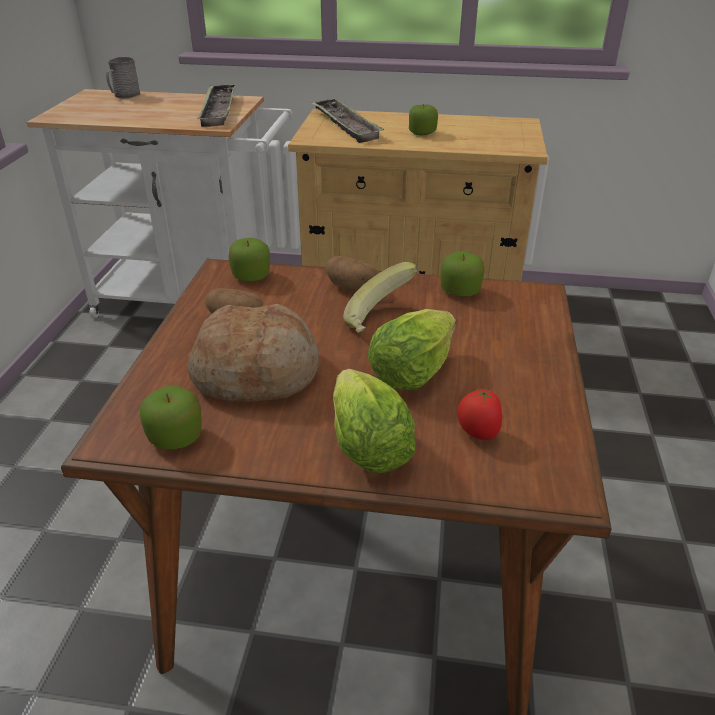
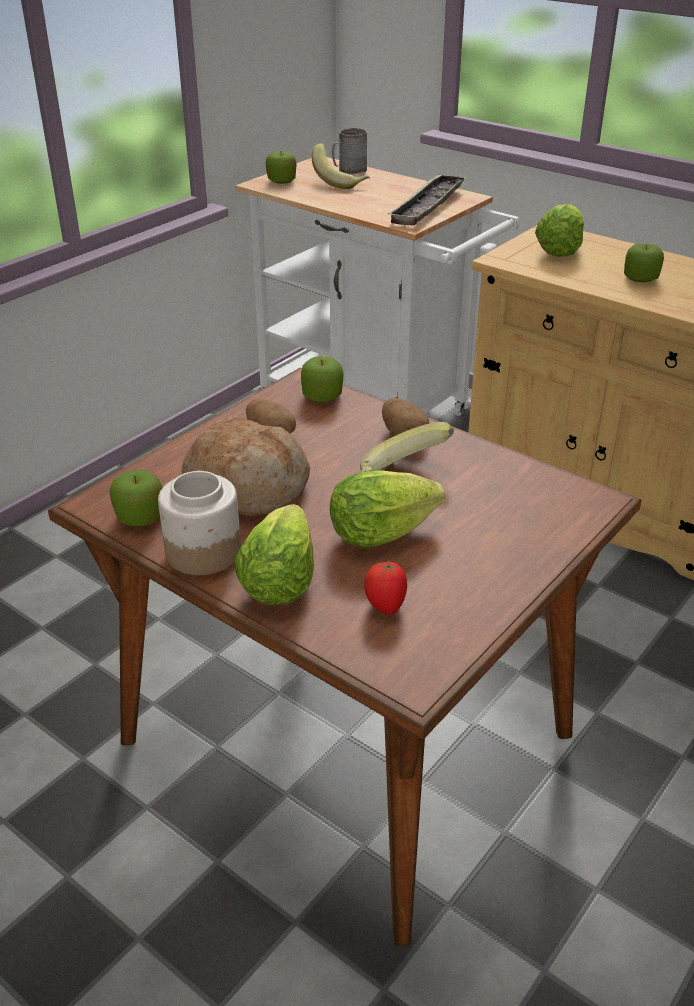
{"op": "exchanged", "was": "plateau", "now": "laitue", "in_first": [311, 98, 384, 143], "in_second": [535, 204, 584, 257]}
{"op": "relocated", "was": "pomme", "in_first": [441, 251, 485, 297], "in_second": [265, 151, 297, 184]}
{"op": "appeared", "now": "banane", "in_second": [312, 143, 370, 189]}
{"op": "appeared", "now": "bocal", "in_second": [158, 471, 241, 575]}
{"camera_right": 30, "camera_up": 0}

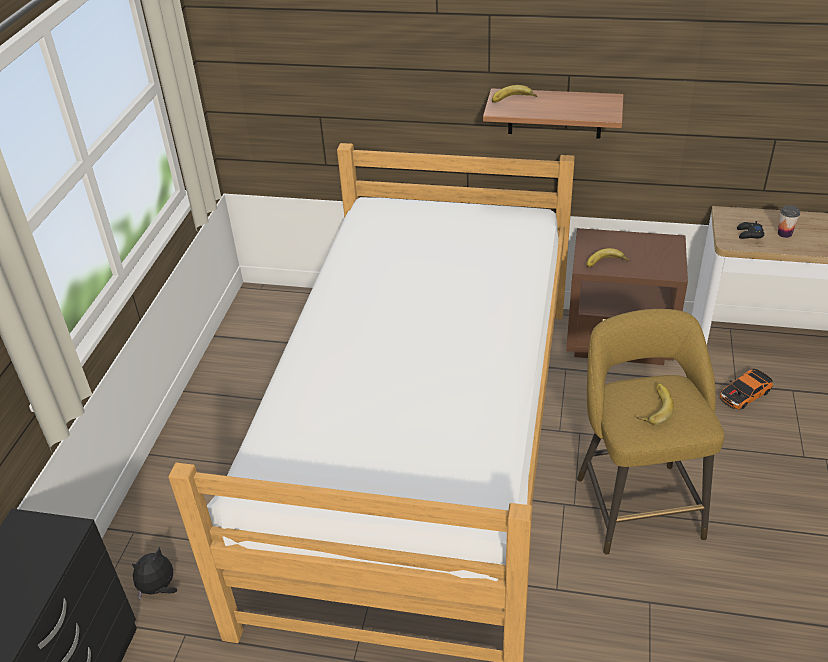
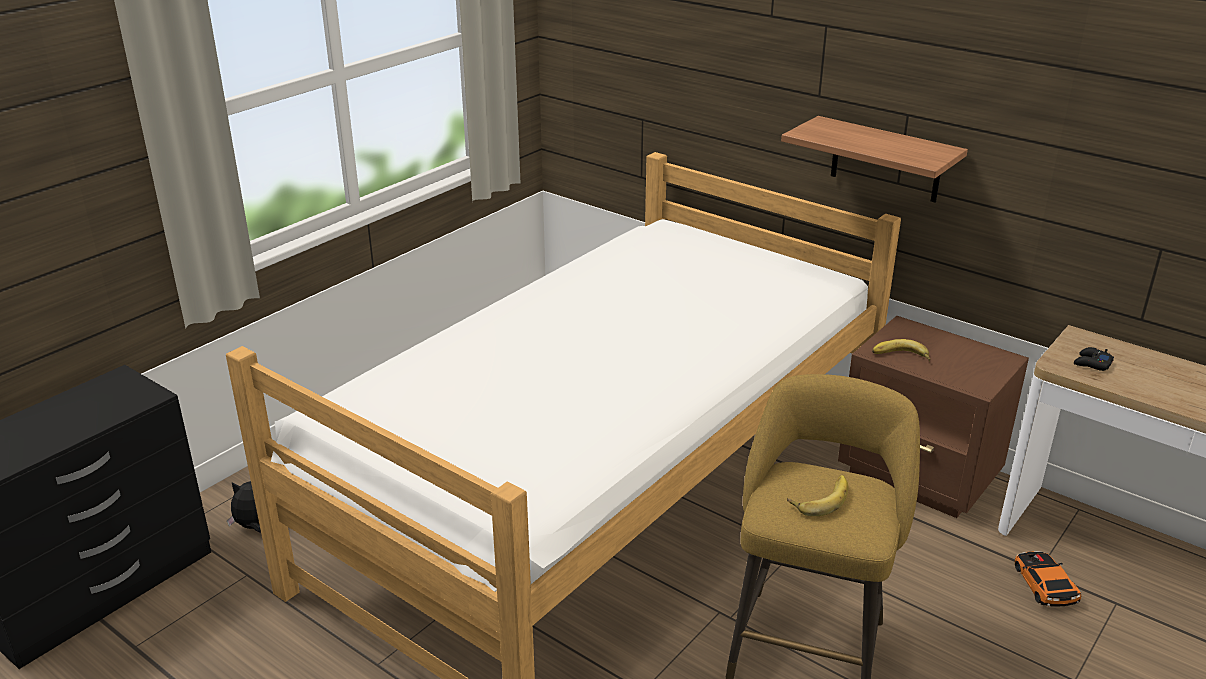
{"op": "missing", "was": "banane", "in_first": [492, 85, 537, 103]}
{"op": "missing", "was": "tasse", "in_first": [778, 205, 800, 238]}
{"op": "spun", "was": "petite voiture", "in_first": [720, 368, 773, 409], "in_second": [1015, 551, 1081, 606], "clockwise": 90}
{"camera_right": 25, "camera_up": -10}

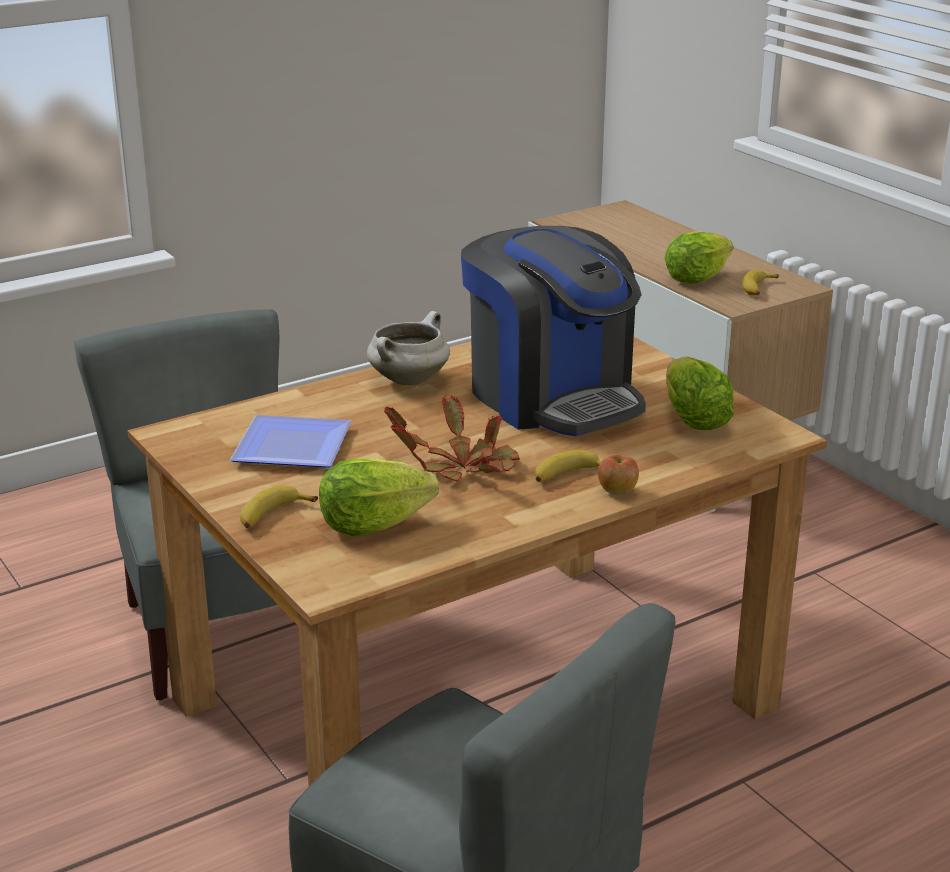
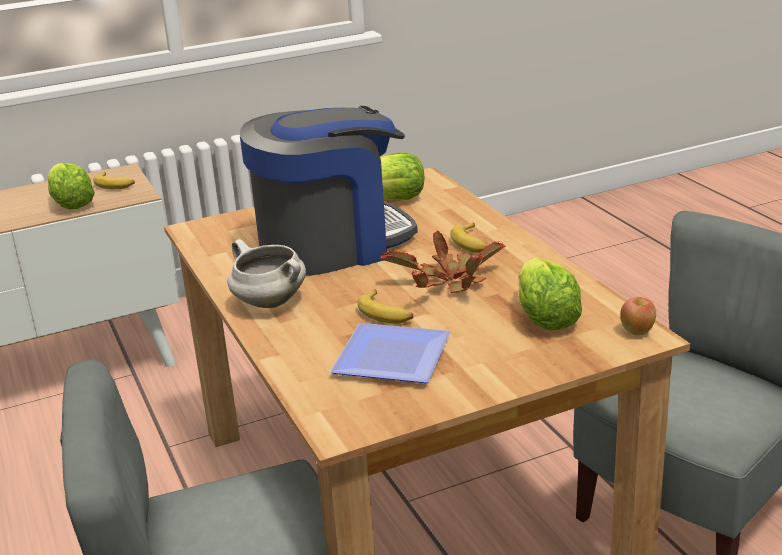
{"op": "relocated", "was": "pomme", "in_first": [598, 453, 639, 495], "in_second": [620, 297, 656, 336]}
{"op": "relocated", "was": "banane", "in_first": [240, 486, 318, 528], "in_second": [357, 290, 413, 324]}
{"camera_right": -80, "camera_up": 0}

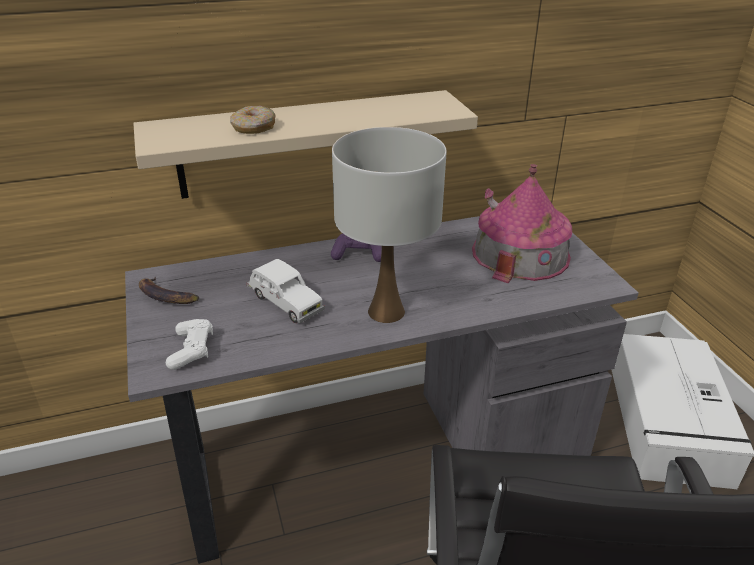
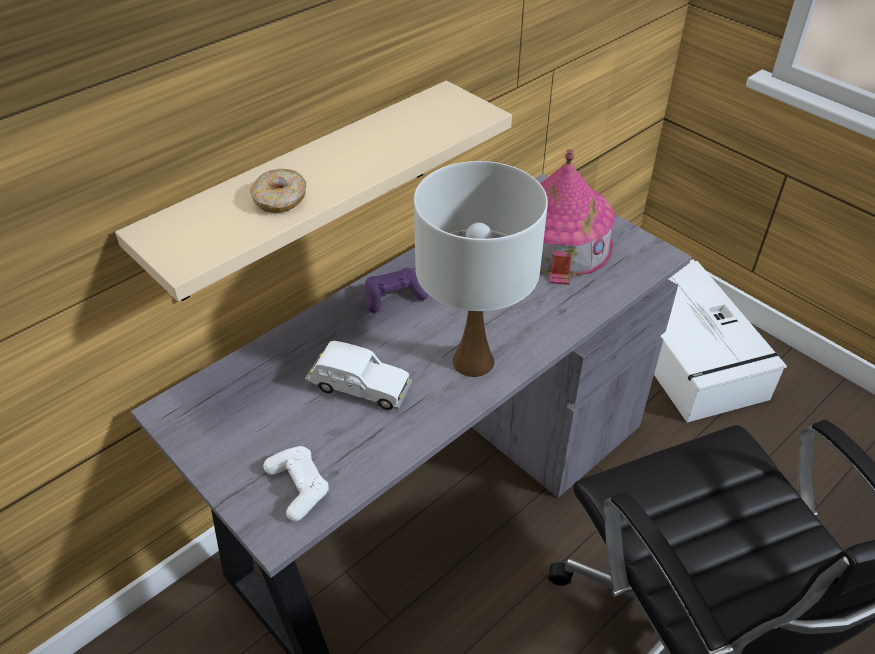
{"op": "missing", "was": "banane", "in_first": [139, 277, 199, 304]}
{"camera_right": -25, "camera_up": 10}

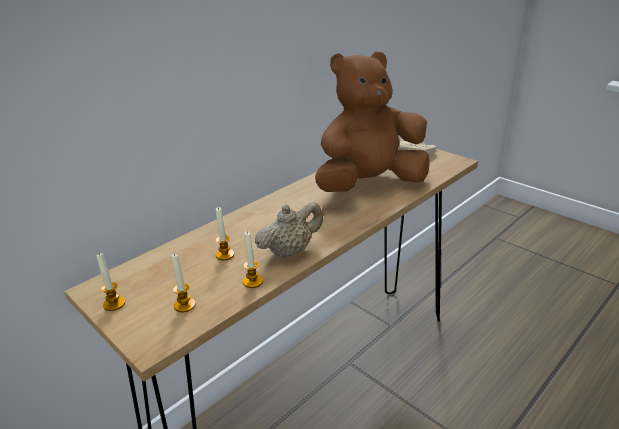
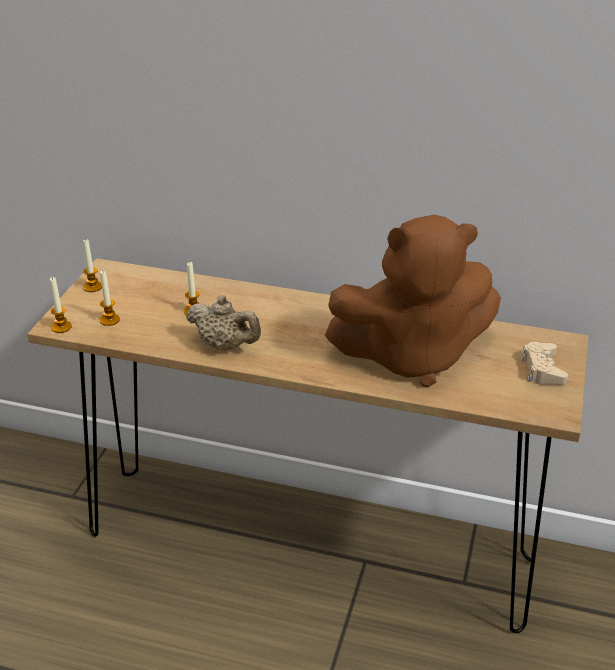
{"op": "spun", "was": "peluche/marron", "in_first": [315, 51, 430, 192], "in_second": [325, 215, 501, 388], "clockwise": 135}
{"op": "relocated", "was": "bougie", "in_first": [243, 232, 263, 288], "in_second": [50, 277, 72, 333]}
{"camera_right": 60, "camera_up": 5}

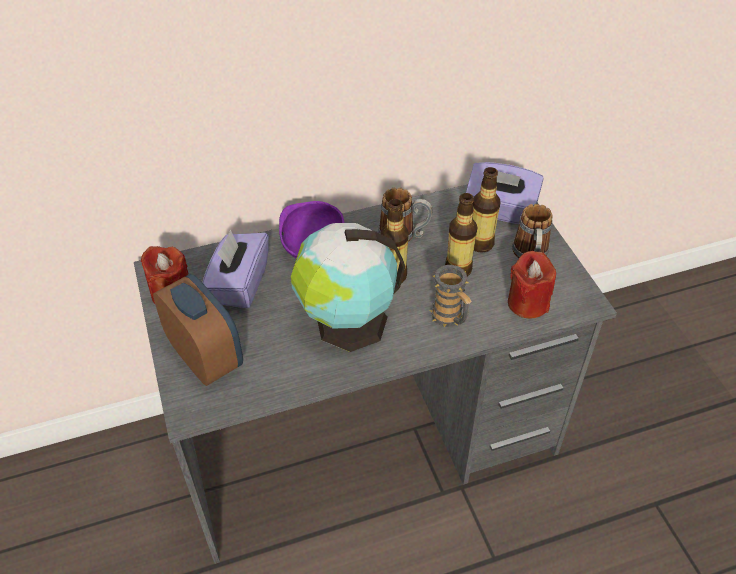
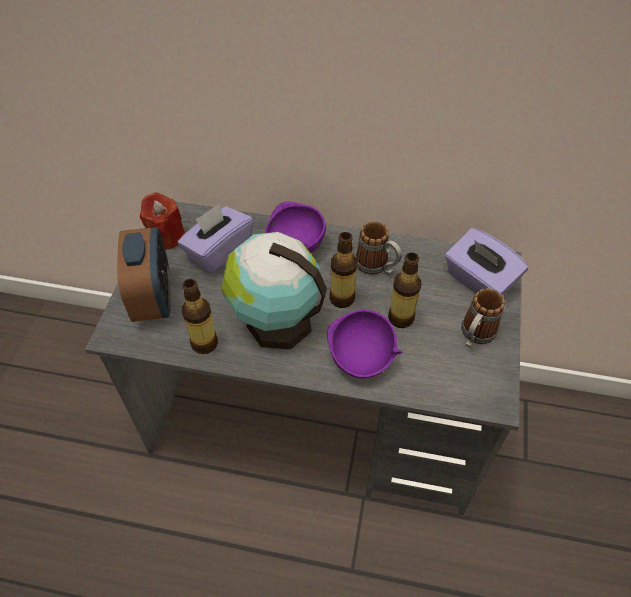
{"op": "relocated", "was": "bouteille", "in_first": [472, 167, 500, 253], "in_second": [182, 279, 218, 354]}
{"op": "missing", "was": "bougie/rouge", "in_first": [508, 251, 556, 318]}
{"op": "exchanged", "was": "mug", "now": "bol/violet", "in_first": [429, 265, 472, 327], "in_second": [327, 310, 402, 379]}
{"camera_right": 30, "camera_up": 5}

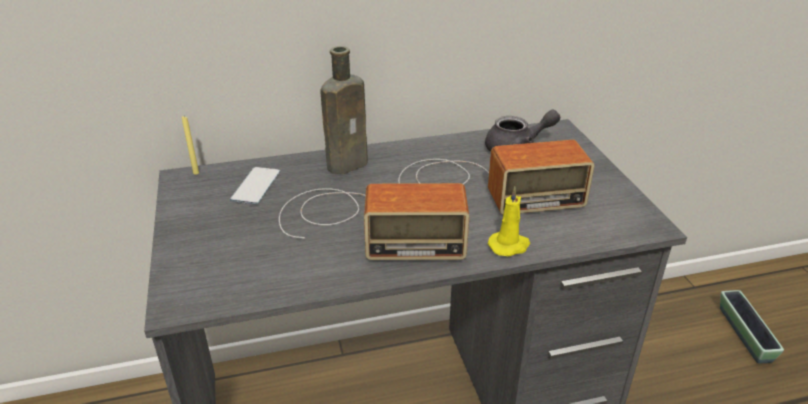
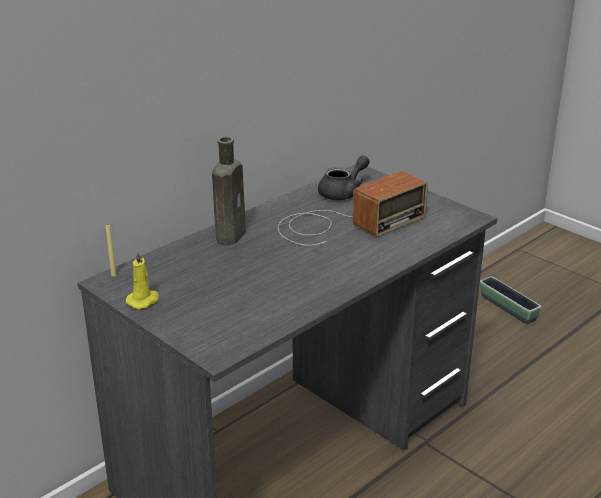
{"op": "missing", "was": "téléphone", "in_first": [230, 167, 280, 205]}
{"op": "missing", "was": "radio", "in_first": [279, 183, 469, 260]}
{"op": "relocated", "was": "bougie/jaune", "in_first": [488, 187, 530, 257], "in_second": [126, 251, 159, 309]}
{"camera_right": -30, "camera_up": -5}

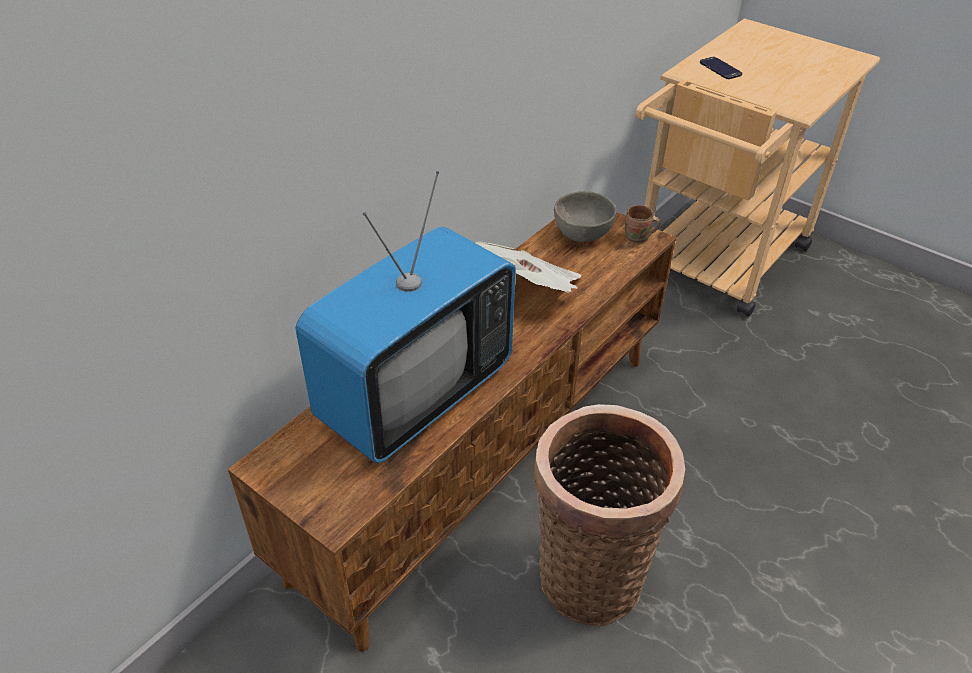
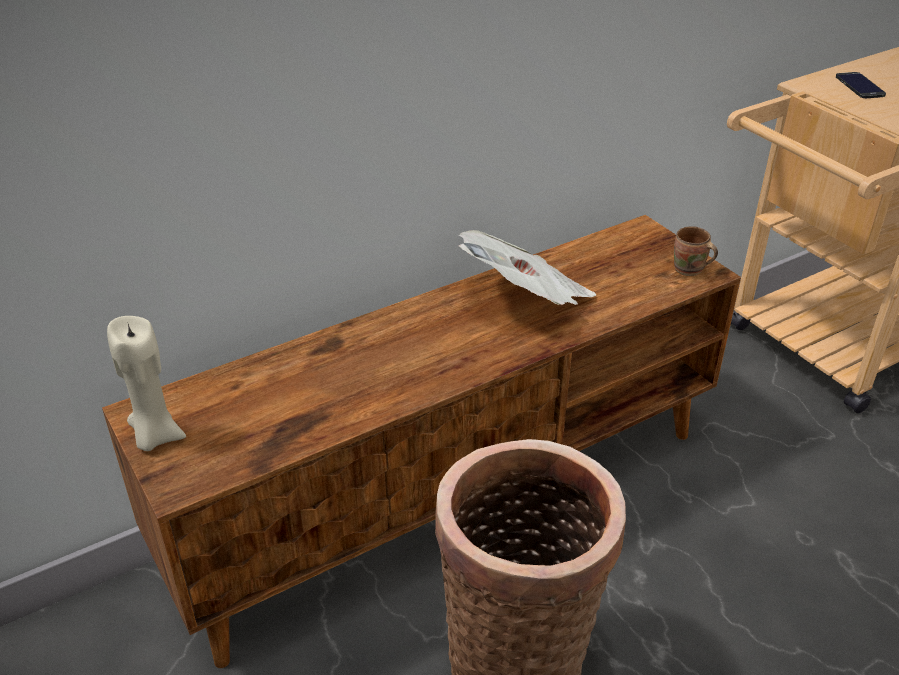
{"op": "missing", "was": "téléviseur", "in_first": [296, 171, 516, 463]}
{"op": "missing", "was": "bol/gris", "in_first": [554, 191, 617, 242]}
{"op": "appeared", "now": "bougie/beige", "in_second": [107, 316, 186, 451]}
{"camera_right": 20, "camera_up": -5}

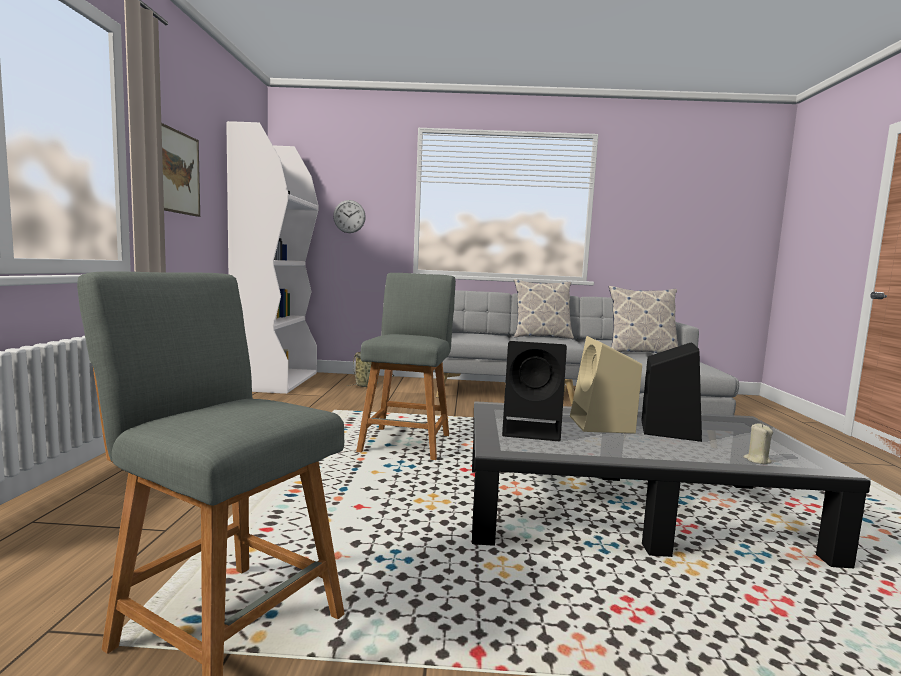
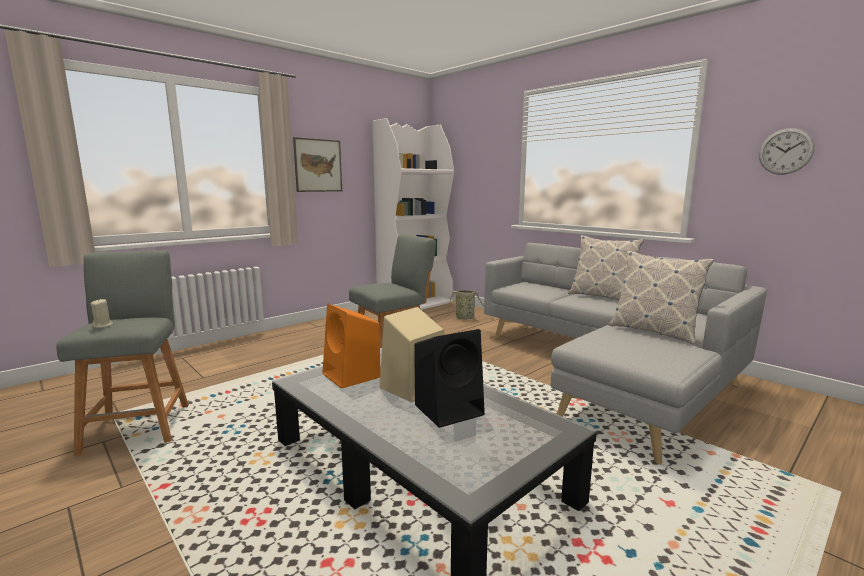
{"op": "relocated", "was": "horloge murale", "in_first": [333, 200, 366, 233], "in_second": [759, 128, 815, 175]}
{"op": "colour", "was": "enceinte/noir", "now": "enceinte/orange", "in_first": [502, 341, 567, 441], "in_second": [322, 304, 381, 389]}
{"op": "relocated", "was": "bougie/beige", "in_first": [743, 423, 773, 464], "in_second": [91, 299, 113, 328]}
{"camera_right": 45, "camera_up": 5}

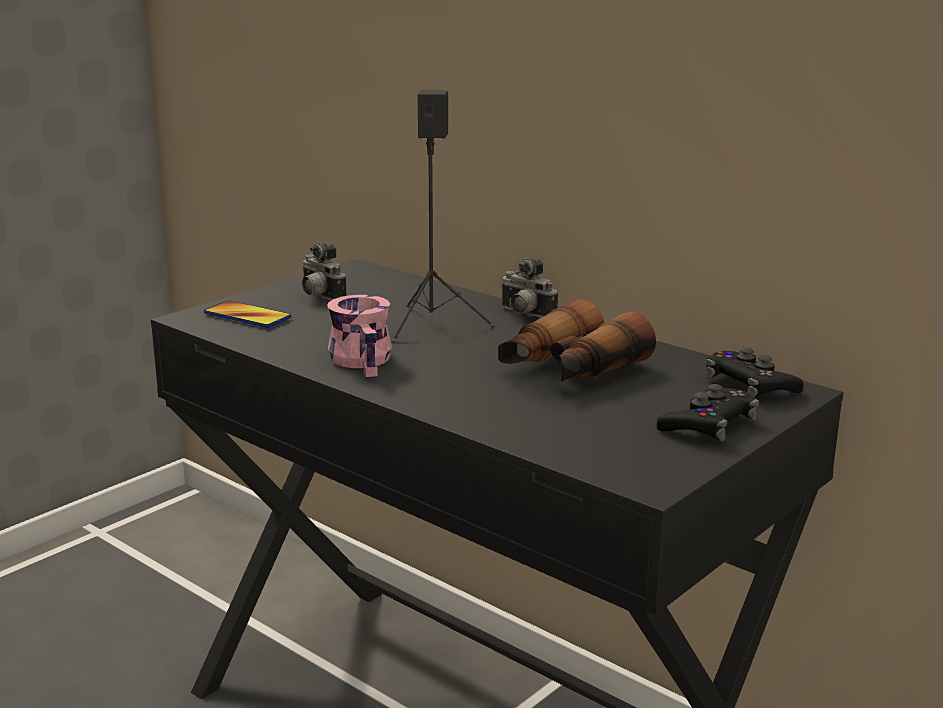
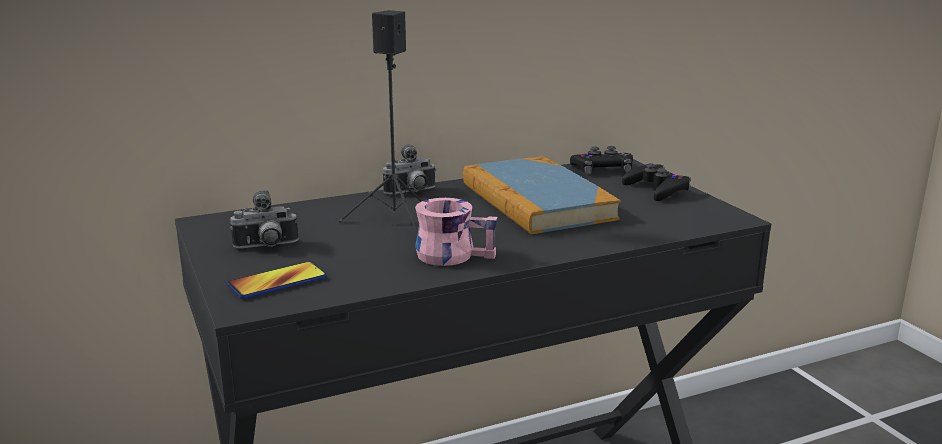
{"op": "exchanged", "was": "jumelles", "now": "livre", "in_first": [498, 298, 656, 382], "in_second": [463, 156, 621, 234]}
{"camera_right": -65, "camera_up": 0}

